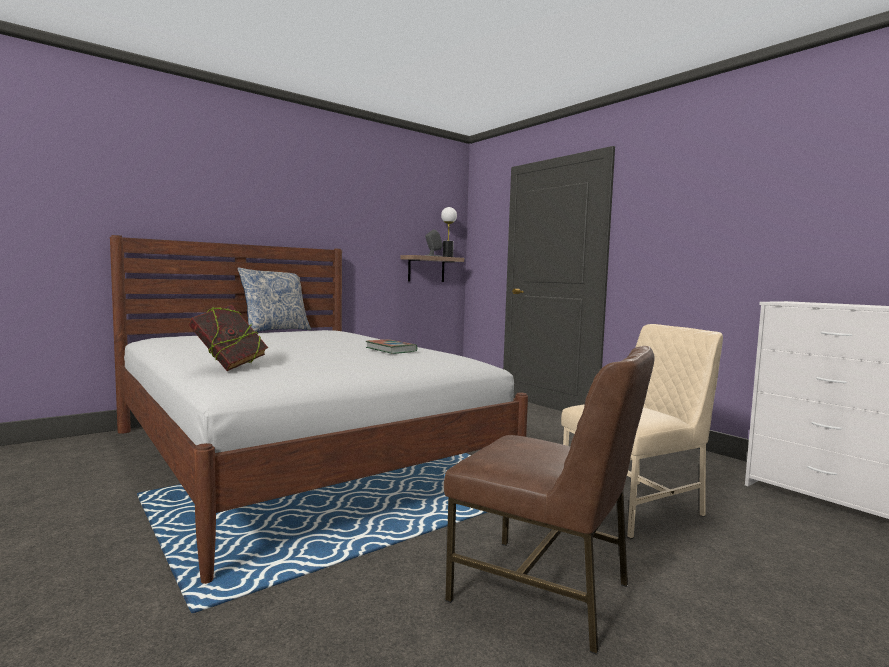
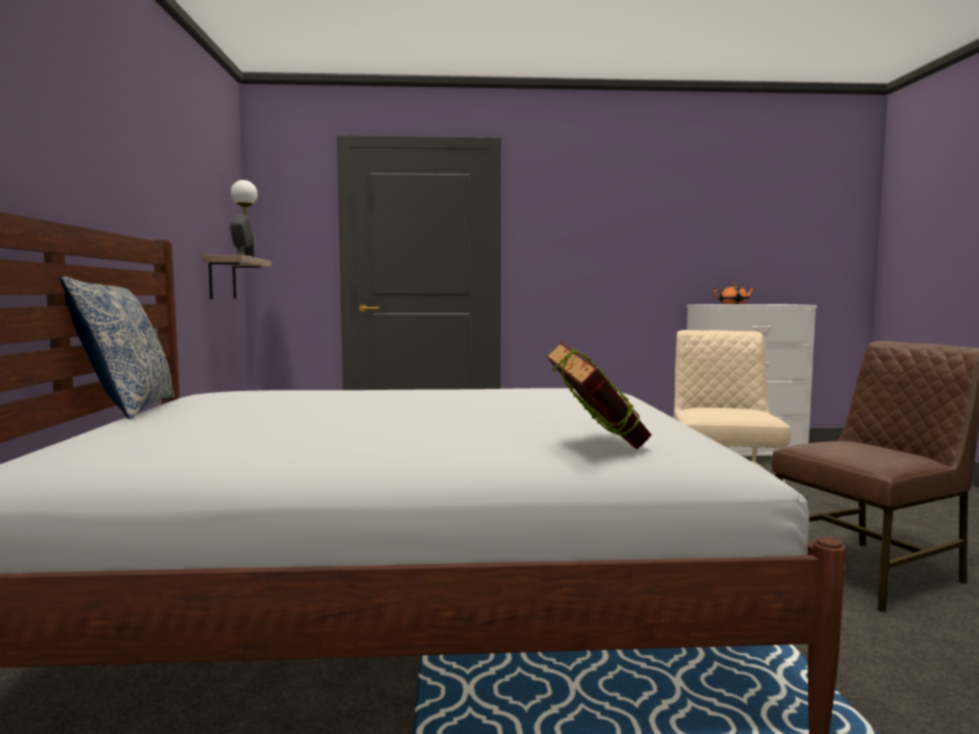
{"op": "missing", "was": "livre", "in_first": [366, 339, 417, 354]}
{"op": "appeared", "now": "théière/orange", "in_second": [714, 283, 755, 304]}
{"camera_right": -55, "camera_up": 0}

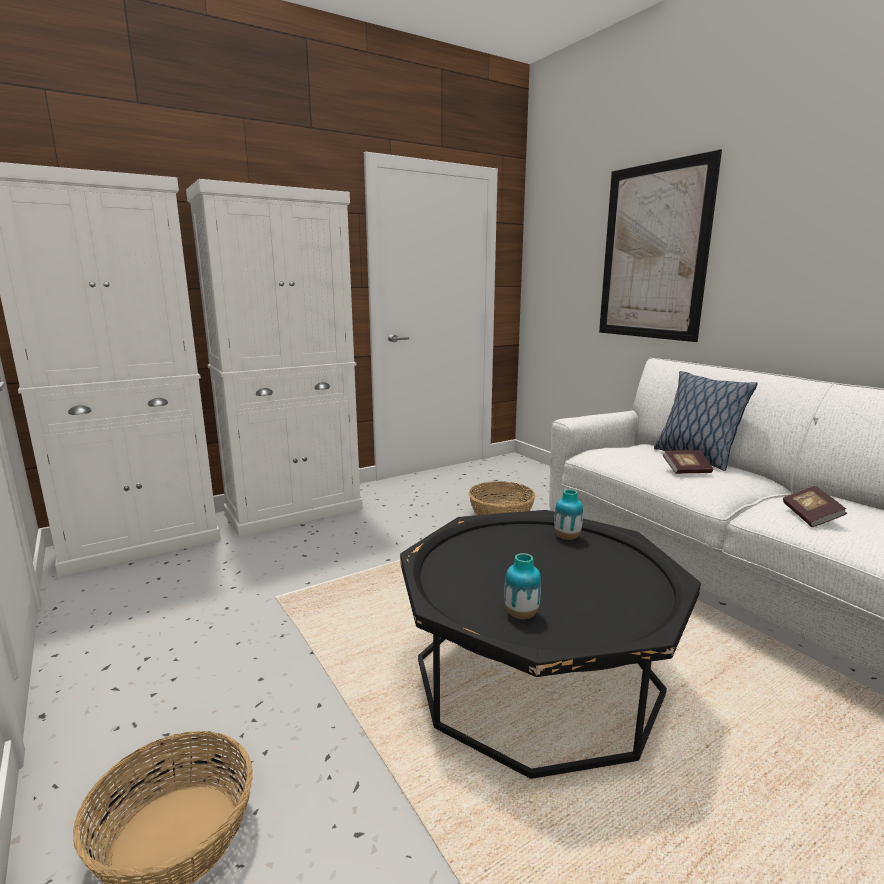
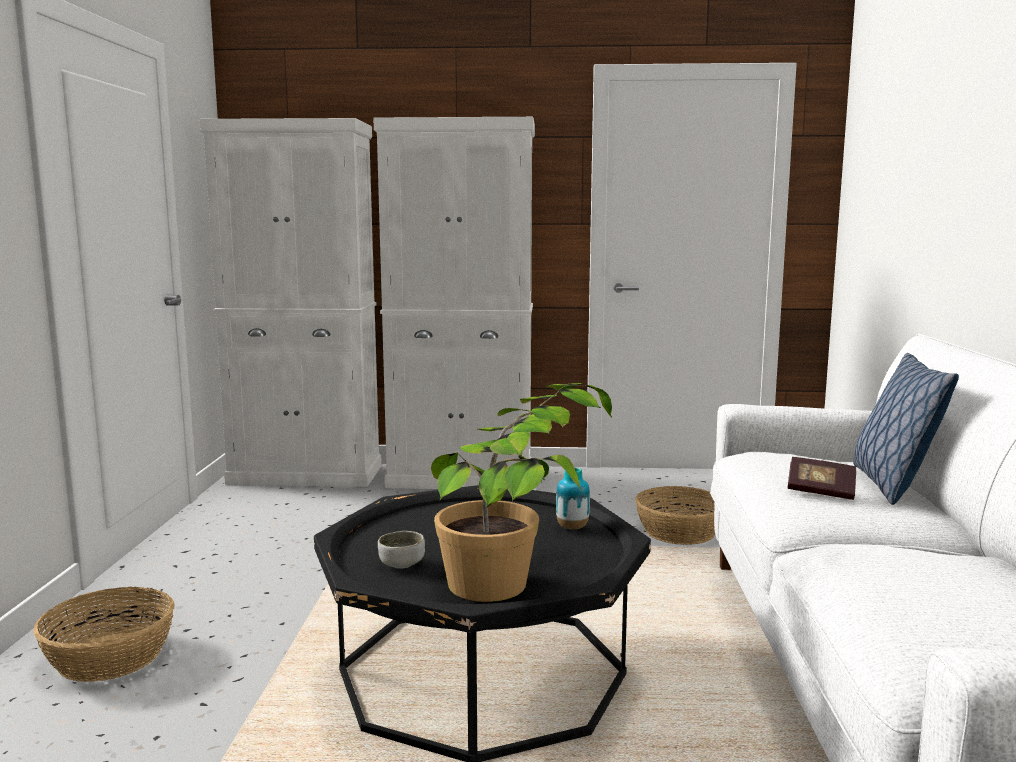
{"op": "missing", "was": "tableau", "in_first": [599, 149, 722, 342]}
{"op": "missing", "was": "livre", "in_first": [783, 486, 847, 527]}
{"op": "exchanged", "was": "vase", "now": "bol", "in_first": [504, 553, 541, 619], "in_second": [378, 531, 425, 569]}
{"op": "appeared", "now": "plante en pot", "in_second": [431, 383, 612, 602]}
{"camera_right": 35, "camera_up": -5}

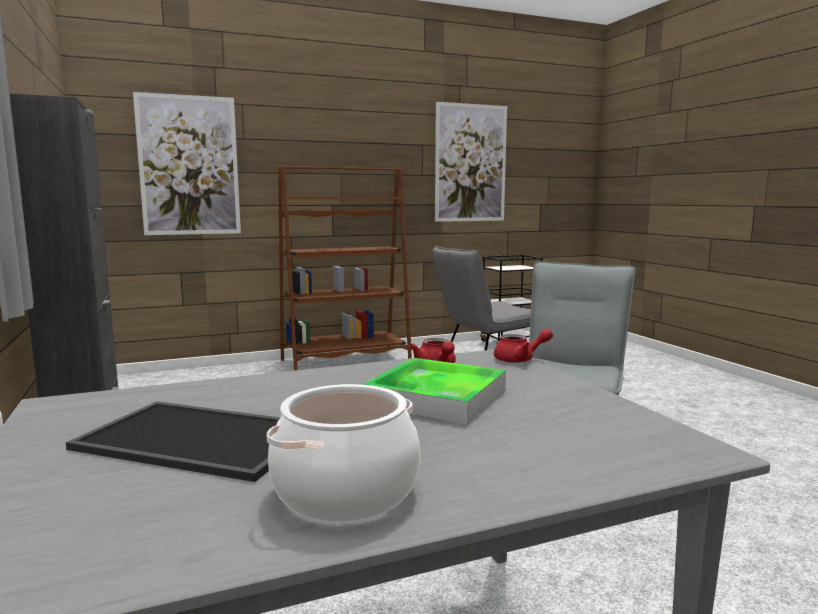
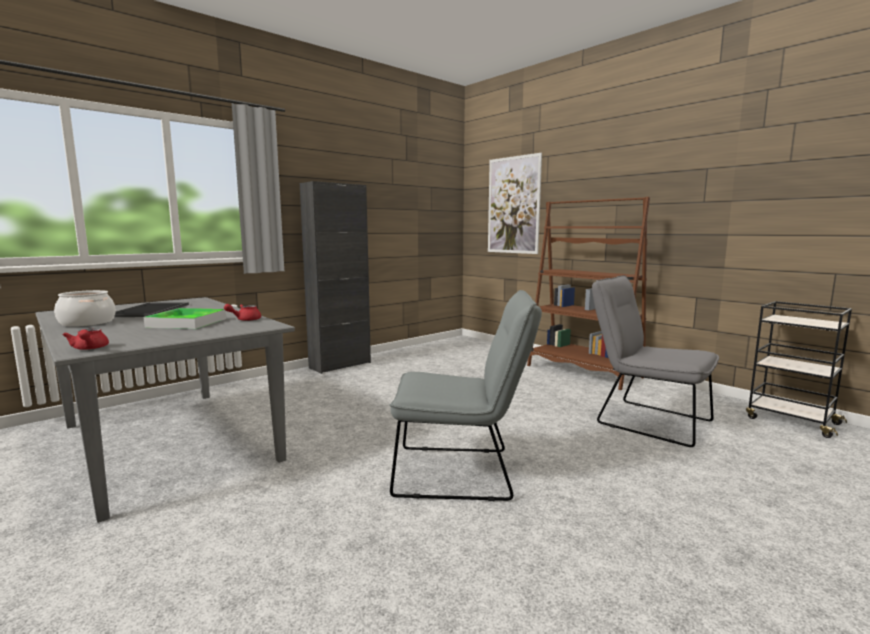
{"op": "missing", "was": "tableau", "in_first": [435, 102, 507, 222]}
{"op": "relocated", "was": "théière/rouge", "in_first": [494, 328, 553, 363], "in_second": [62, 328, 109, 350]}
{"camera_right": 70, "camera_up": 0}

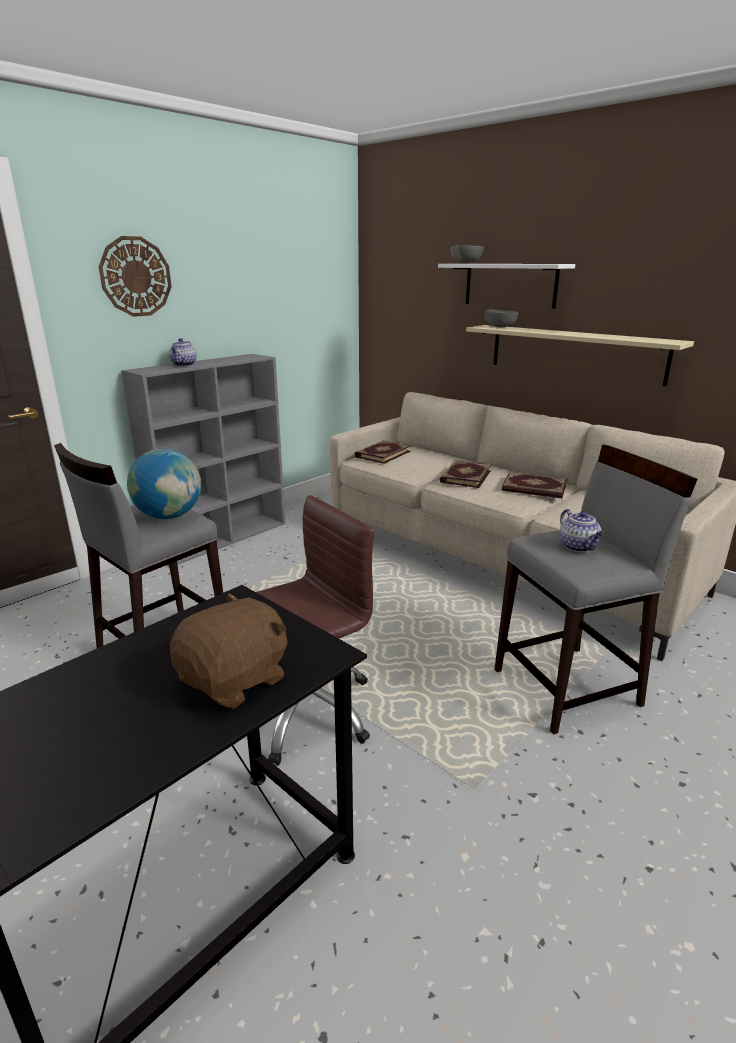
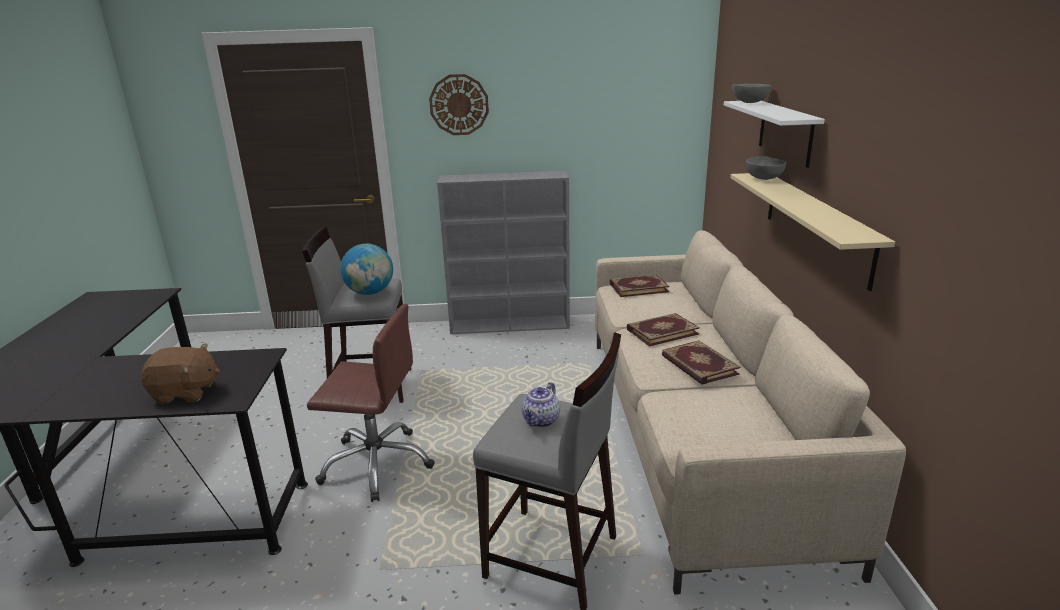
{"op": "missing", "was": "théière", "in_first": [169, 338, 197, 366]}
{"camera_right": 45, "camera_up": 0}

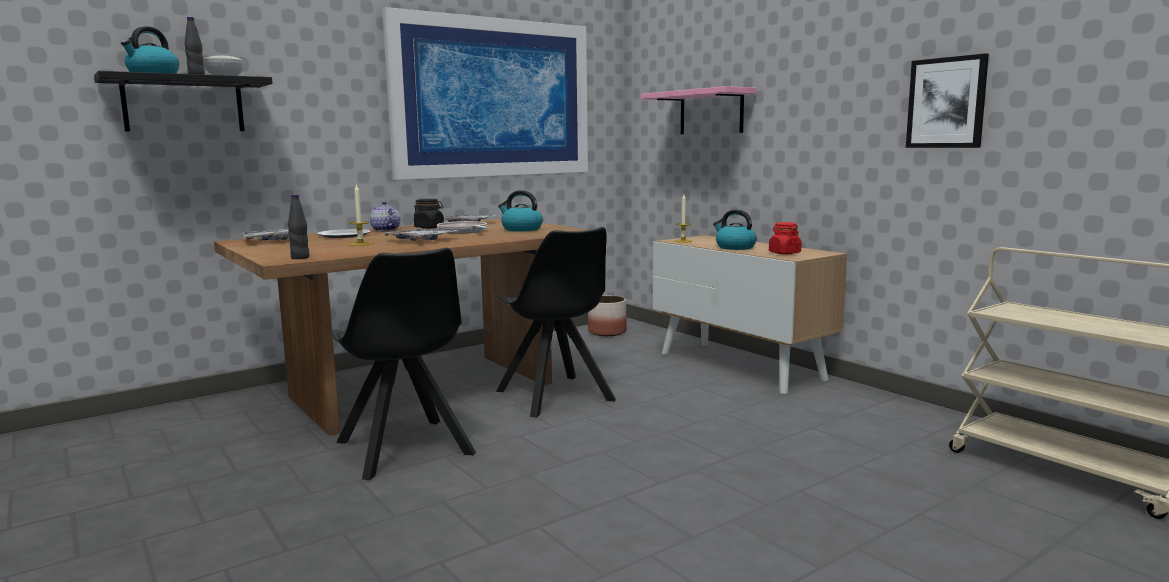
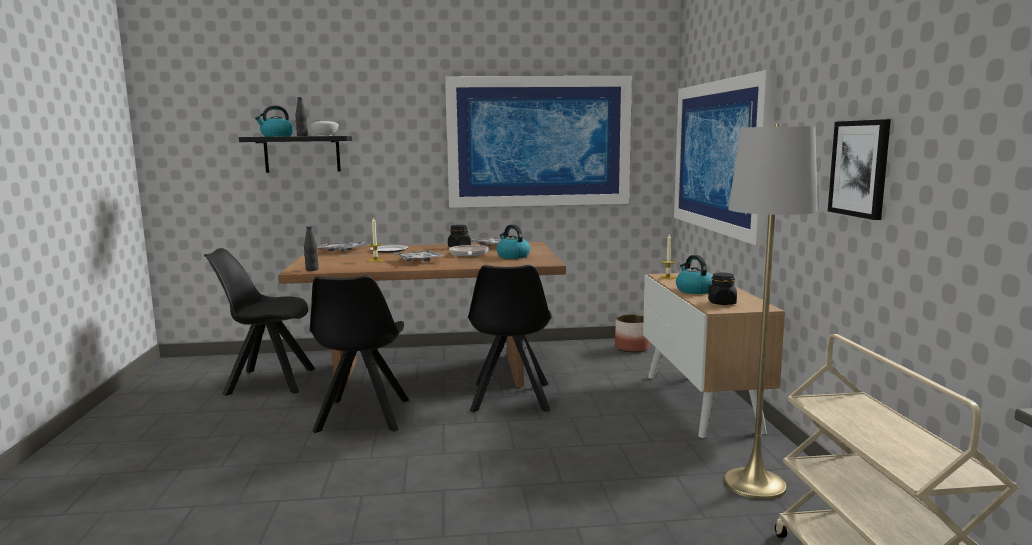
{"op": "exchanged", "was": "étagère/rose", "now": "tableau", "in_first": [641, 86, 757, 134], "in_second": [674, 70, 776, 246]}
{"op": "missing", "was": "théière", "in_first": [370, 201, 400, 231]}
{"op": "colour", "was": "bocal/rouge", "now": "bocal/noir", "in_first": [769, 222, 802, 254], "in_second": [708, 273, 737, 305]}
{"op": "appeared", "now": "lampadaire/gris", "in_second": [724, 124, 818, 500]}
{"op": "appeared", "now": "chaise/noir", "in_second": [204, 248, 315, 396]}
{"camera_right": 30, "camera_up": 0}

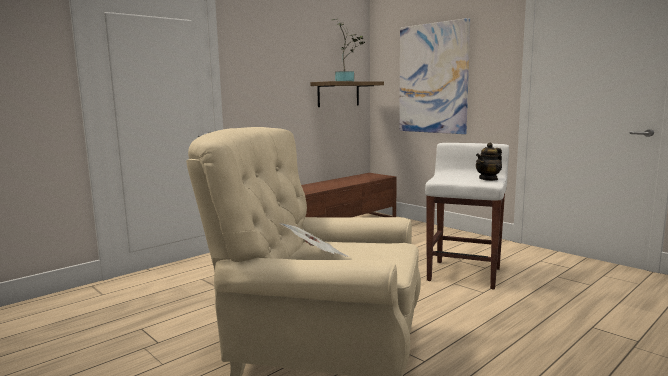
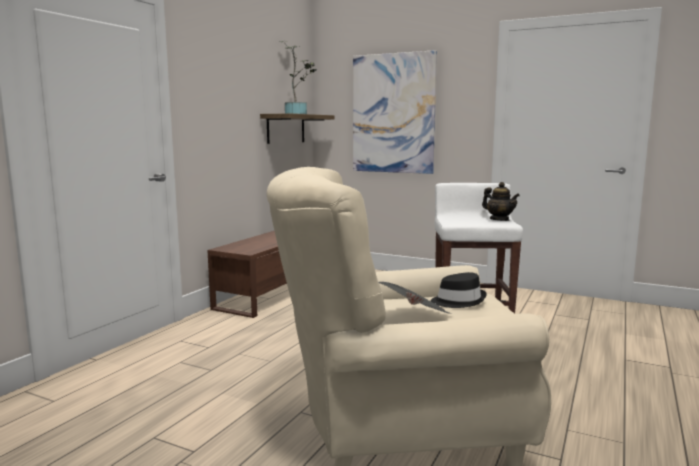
{"op": "spun", "was": "théière", "in_first": [476, 143, 502, 181], "in_second": [482, 182, 520, 221], "clockwise": -75}
{"op": "appeared", "now": "chapeau/noir", "in_second": [431, 272, 487, 308]}
{"camera_right": -20, "camera_up": 0}

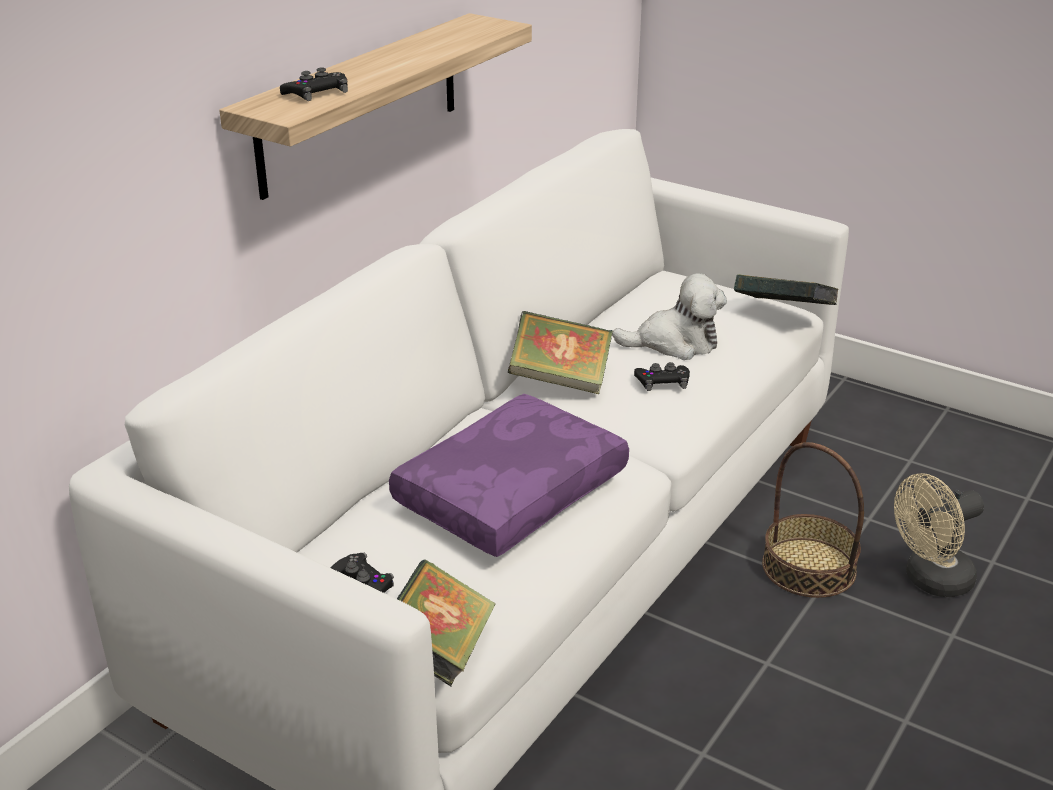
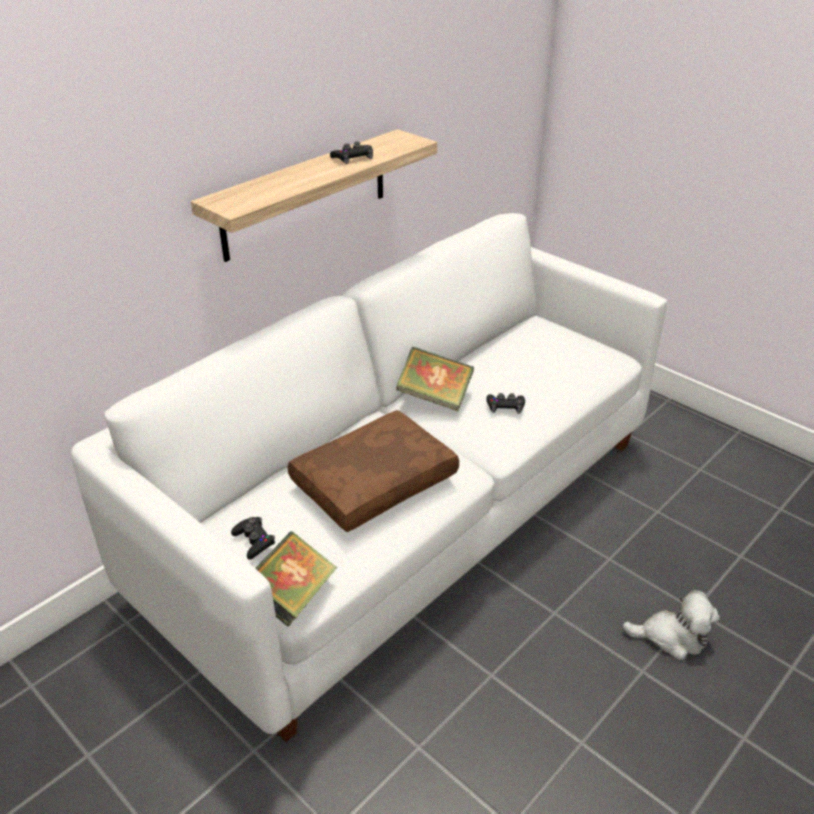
{"op": "relocated", "was": "manette/noir", "in_first": [280, 67, 348, 101], "in_second": [330, 142, 373, 164]}
{"op": "relocated", "was": "peluche", "in_first": [612, 273, 727, 360], "in_second": [622, 590, 720, 660]}
{"op": "missing", "was": "livre", "in_first": [734, 274, 839, 305]}
{"op": "colour", "was": "coussin/violet", "now": "coussin/marron", "in_first": [389, 394, 629, 557], "in_second": [288, 410, 459, 532]}
{"op": "missing", "was": "panier", "in_first": [762, 442, 864, 598]}
{"op": "missing", "was": "ventilateur/beige", "in_first": [894, 473, 984, 597]}
{"camera_right": 10, "camera_up": 5}

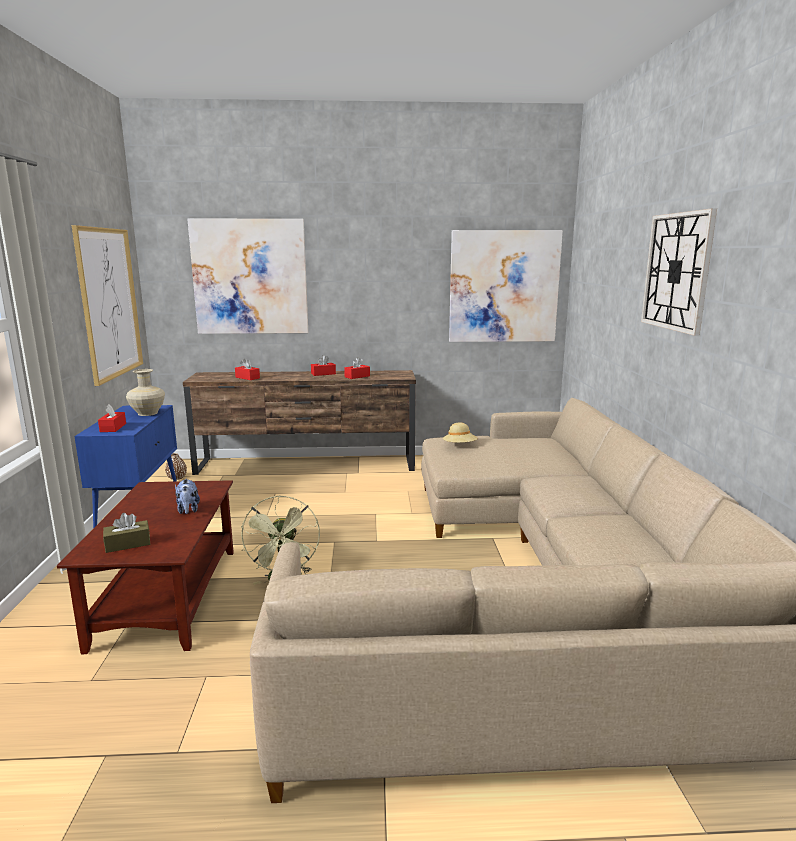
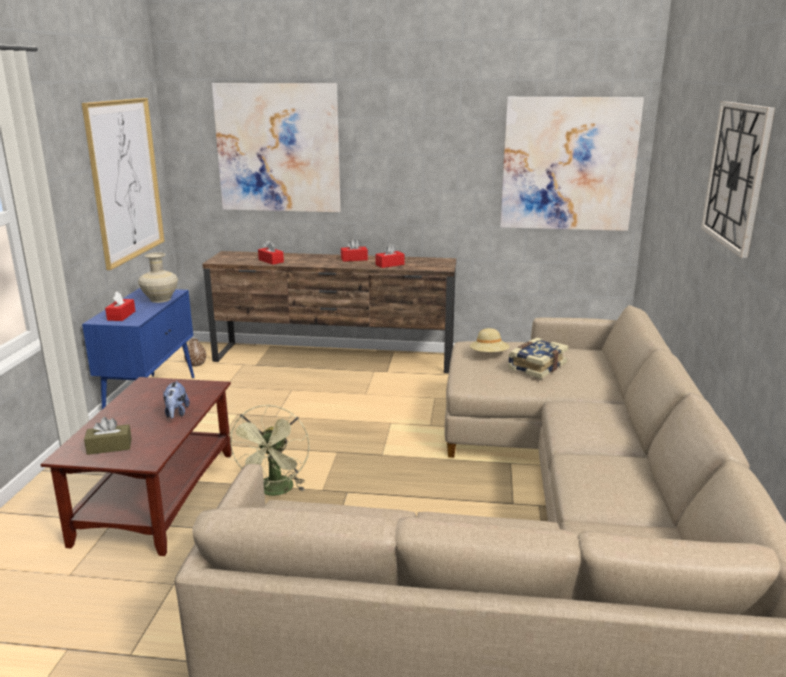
{"op": "appeared", "now": "livre", "in_second": [508, 338, 569, 379]}
{"camera_right": 10, "camera_up": 5}

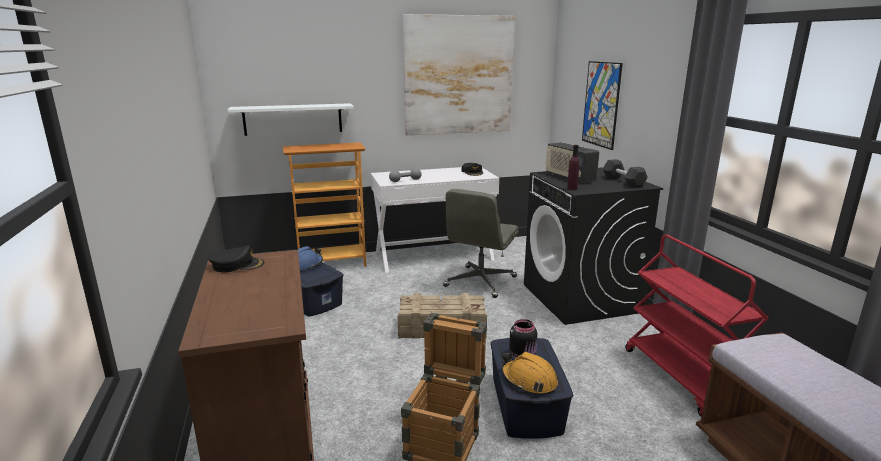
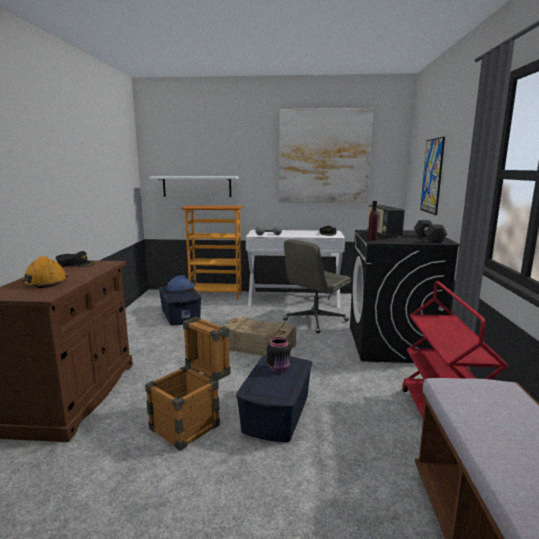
{"op": "relocated", "was": "casque de chantier/orange", "in_first": [502, 352, 558, 395], "in_second": [22, 256, 68, 288]}
{"camera_right": 20, "camera_up": -5}

